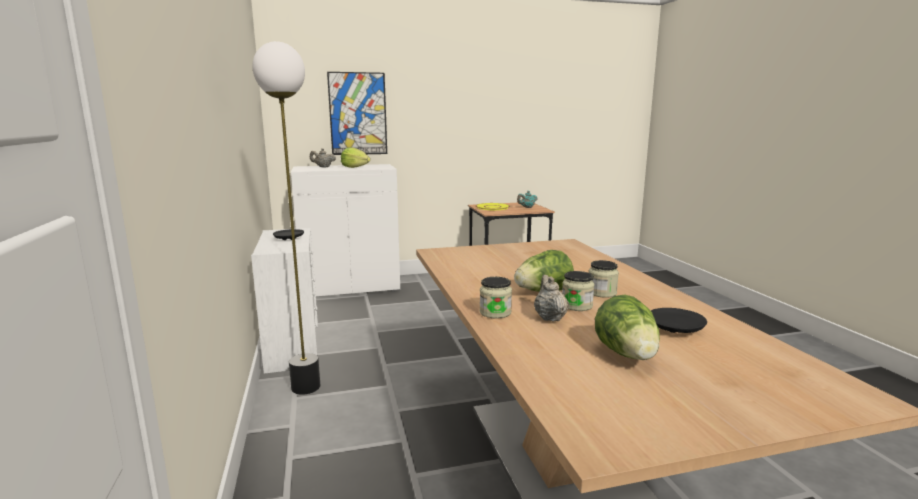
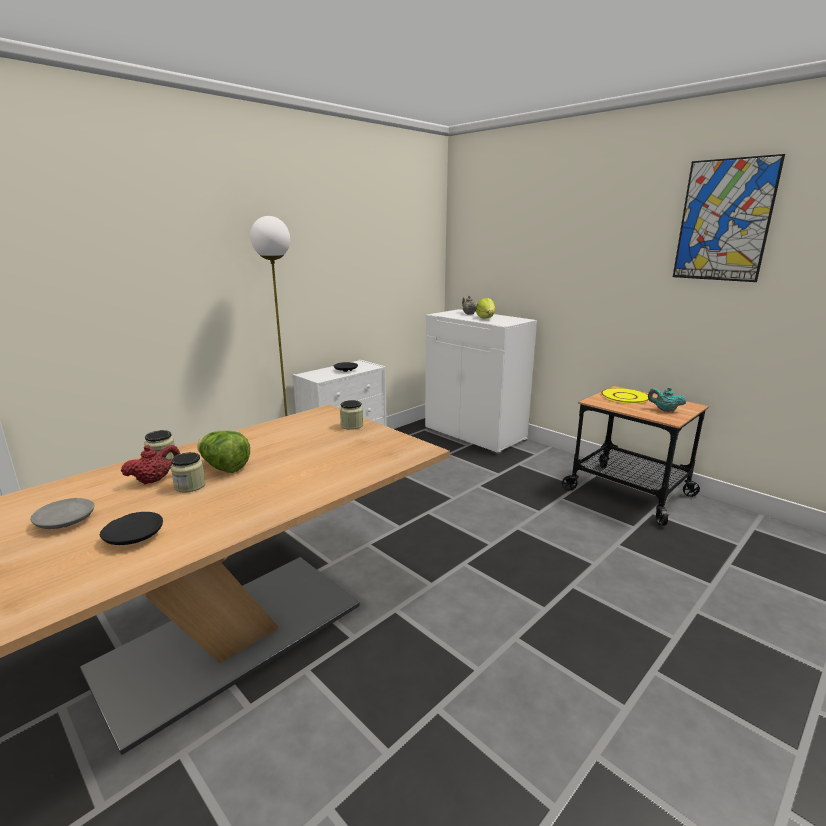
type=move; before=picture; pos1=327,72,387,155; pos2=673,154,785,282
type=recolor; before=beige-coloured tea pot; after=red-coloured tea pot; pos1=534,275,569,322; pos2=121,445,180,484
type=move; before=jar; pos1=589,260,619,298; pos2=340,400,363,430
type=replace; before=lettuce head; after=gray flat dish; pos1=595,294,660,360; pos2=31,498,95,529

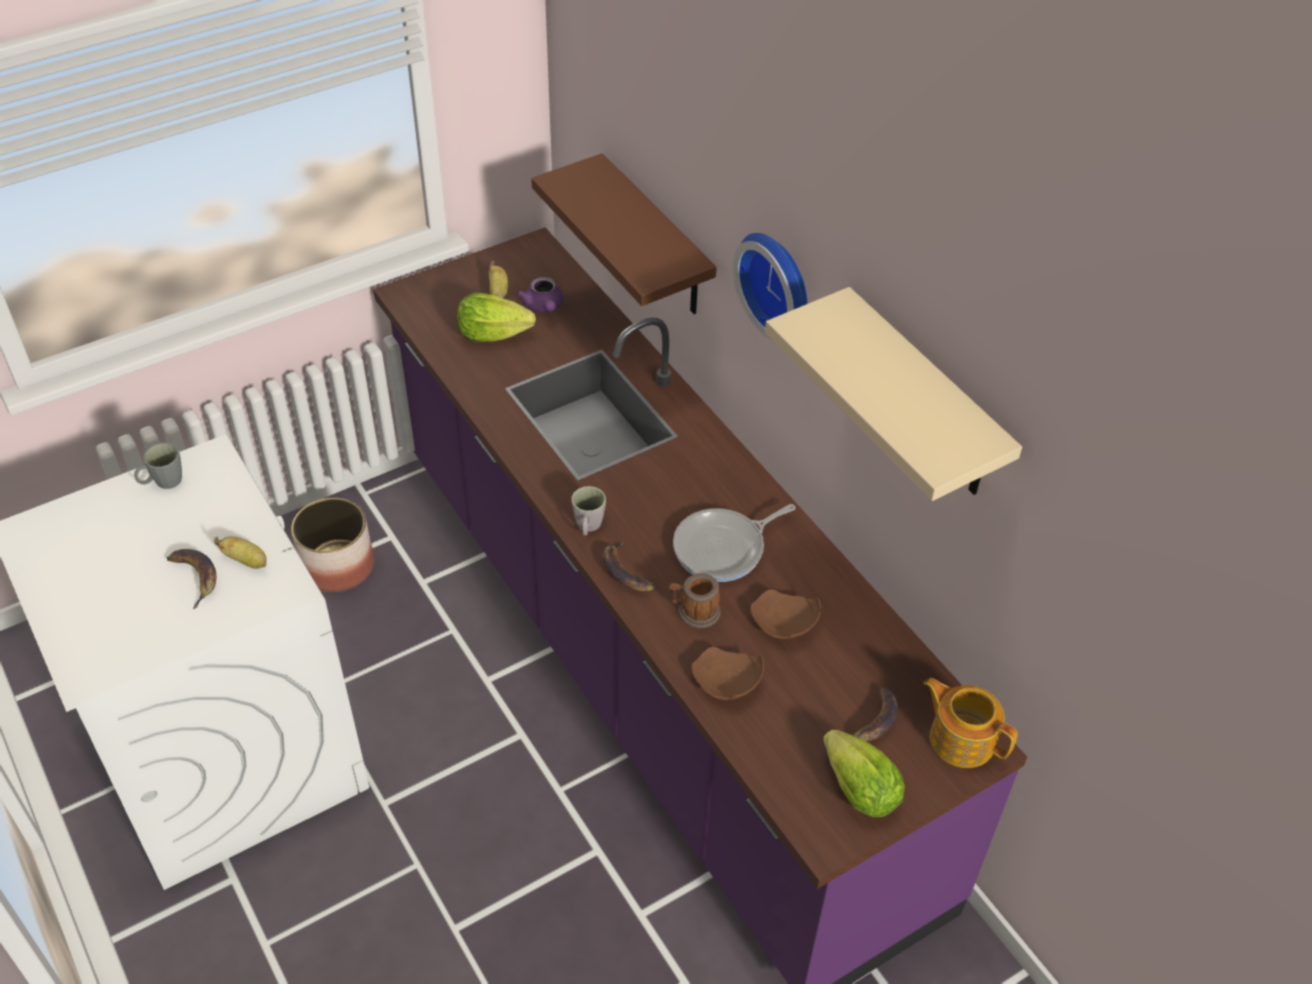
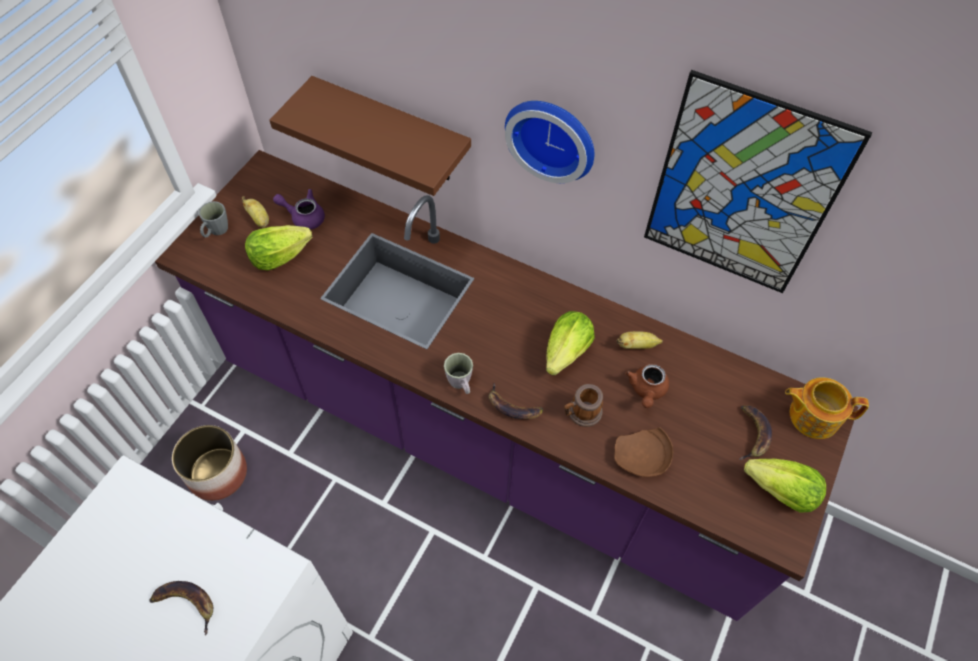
type=move; before=gray tea mug; pos1=134,443,182,489; pos2=199,201,228,237
type=move; before=whole banana; pos1=214,536,267,569; pos2=617,331,663,349
type=rotate; before=purple tea pot; pos1=517,277,563,313; pos2=273,189,325,230; turn=150
type=replace; before=pan; after=lettuce head; pos1=673,504,796,582; pos2=546,311,595,375
type=replace; before=brown flat dish; after=brown tea pot; pos1=750,589,821,639; pos2=625,364,669,408
type=replace; before=beige-coloured shelf; after=picture; pos1=765,287,1022,501; pos2=644,70,873,293

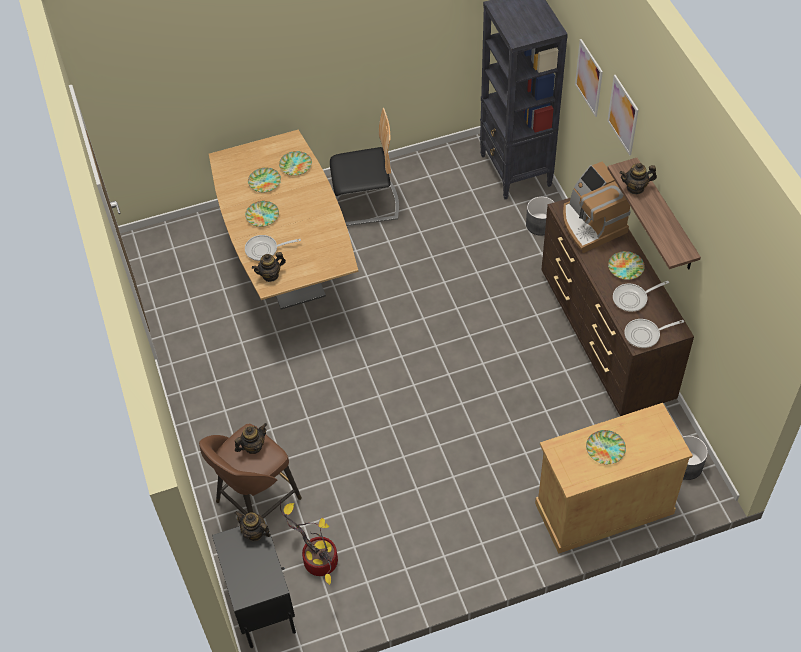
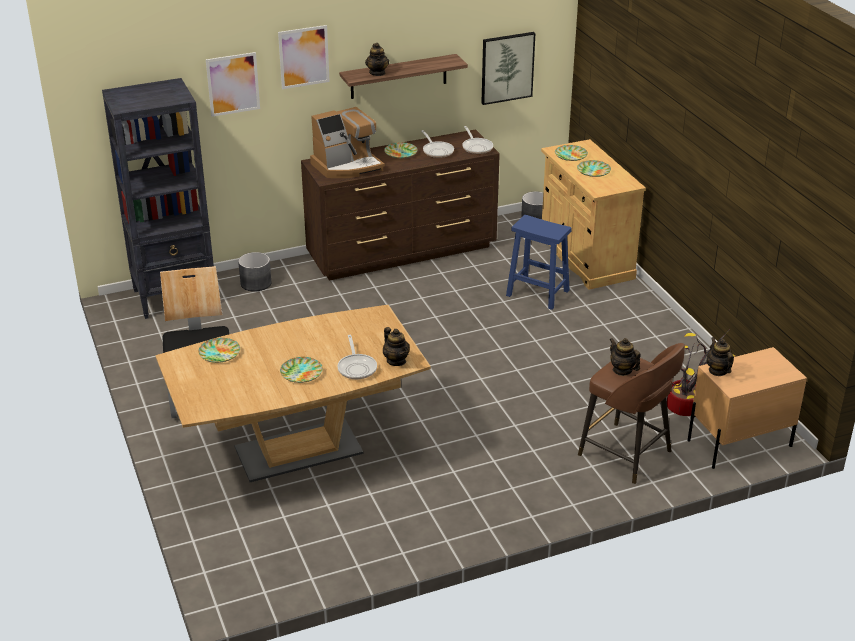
type=recolor; before=black-coloured nightstand; after=beige-coloured nightstand; pos1=212,518,296,648; pos2=687,347,807,469
type=rotate; before=tea pot; pos1=235,511,271,541; pos2=706,337,734,376; turn=135
type=move; before=flat dish; pos1=248,168,281,192; pos2=555,145,588,161
type=insert; after=picture; pos2=482,32,535,105
type=insert; after=blue sitting stool; pos2=506,215,572,310

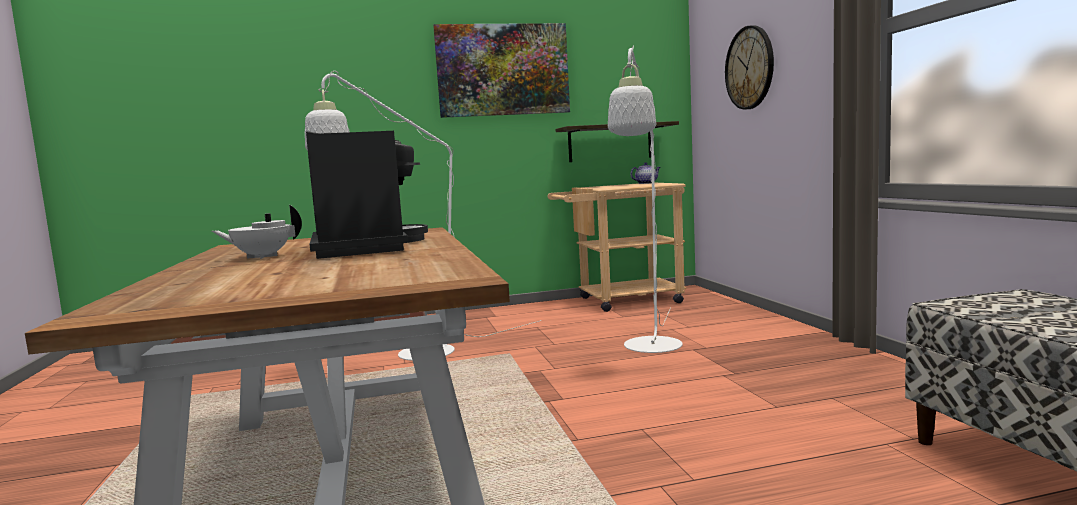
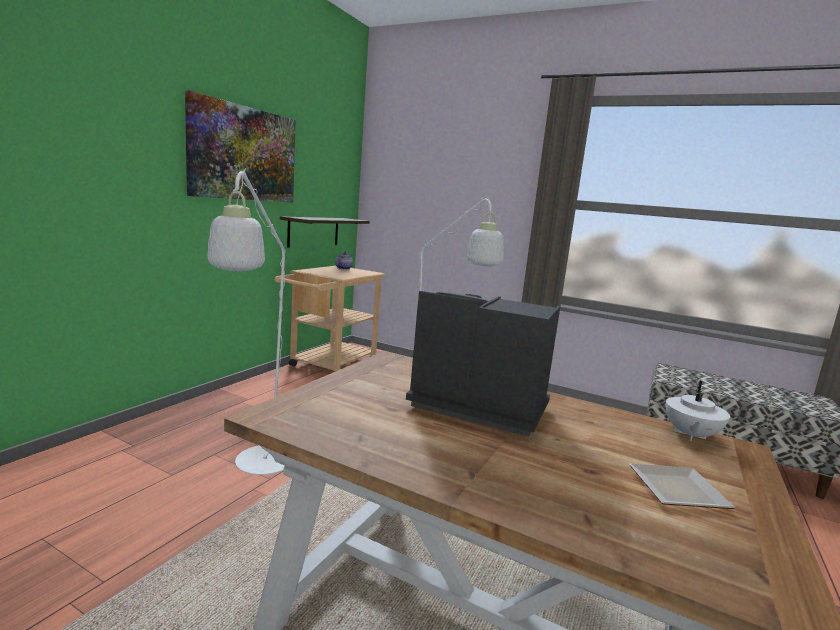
type=move; before=white-coloured tea pot; pos1=212,205,302,259; pos2=666,380,730,441
type=delete; before=hanging clock; pos1=725,26,774,109
type=insert; after=flat dish; pos2=630,464,735,509

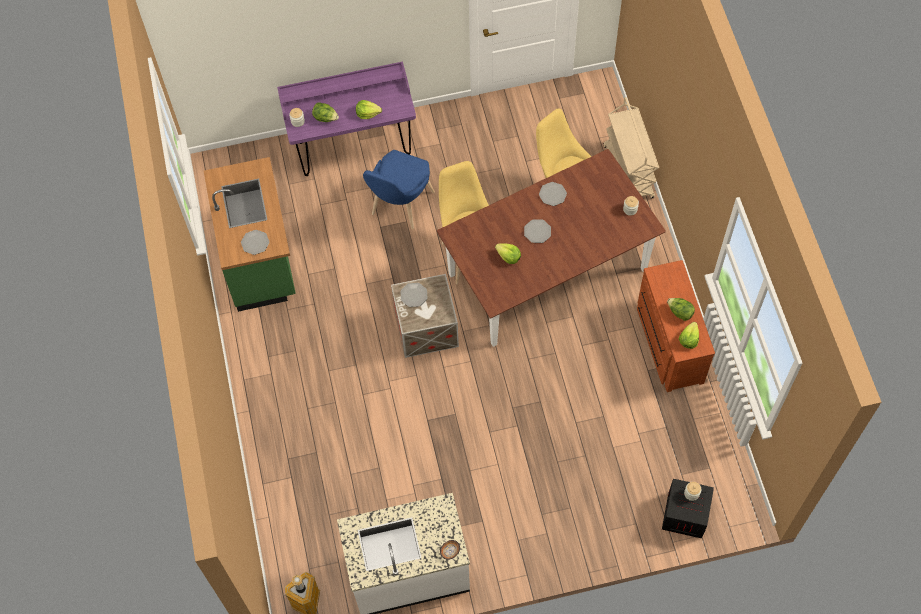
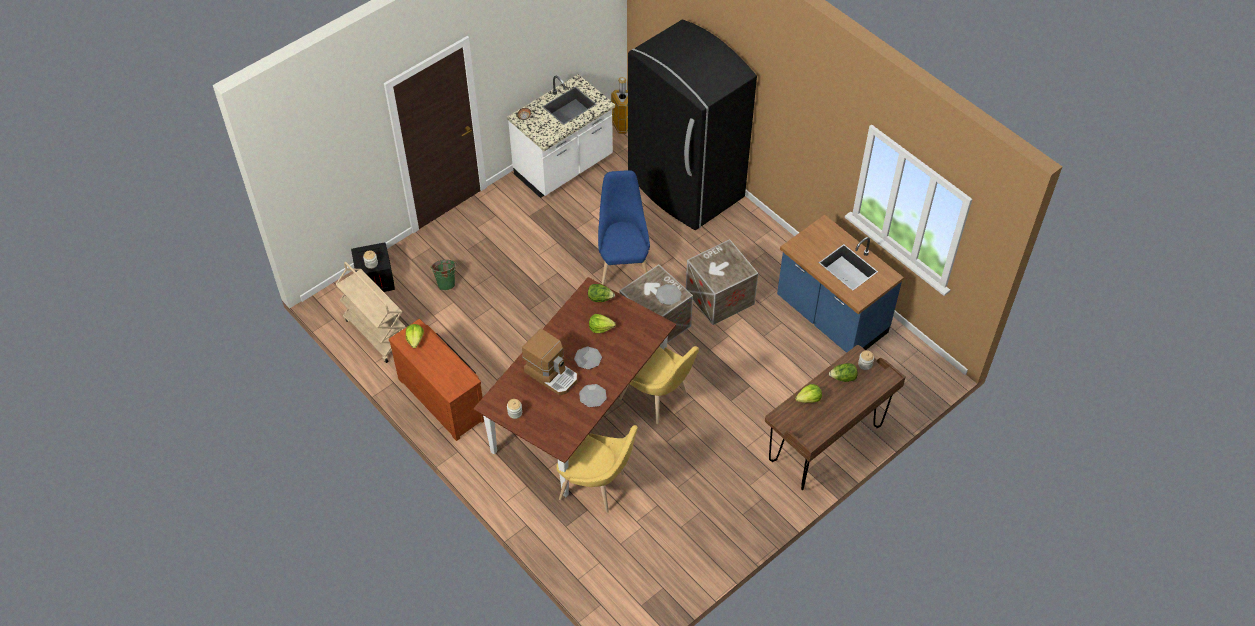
type=recolor; before=green-coloured kitchen base unit; after=blue kitchen base unit; pos1=204,157,296,312; pos2=777,215,904,353
type=delete; before=flat dish; pos1=241,230,270,255
type=recolor; before=purple desk; after=brown desk; pos1=277,61,416,176; pos2=765,345,906,490
type=move; before=blue upright chair; pos1=363,150,435,229; pos2=598,170,650,285
type=move; before=beige-coloured cart; pos1=604,97,659,199; pos2=336,262,406,363
type=move; before=lettuce head; pos1=667,298,695,321; pos2=588,284,615,302
type=insert; after=green-coloured pail; pos2=430,260,456,291
type=insert; after=coffee brewer; pos2=522,329,577,395
type=insert; after=black-coloured fridge; pos2=628,20,757,230
type=insert; after=packing crate; pos2=686,239,758,325

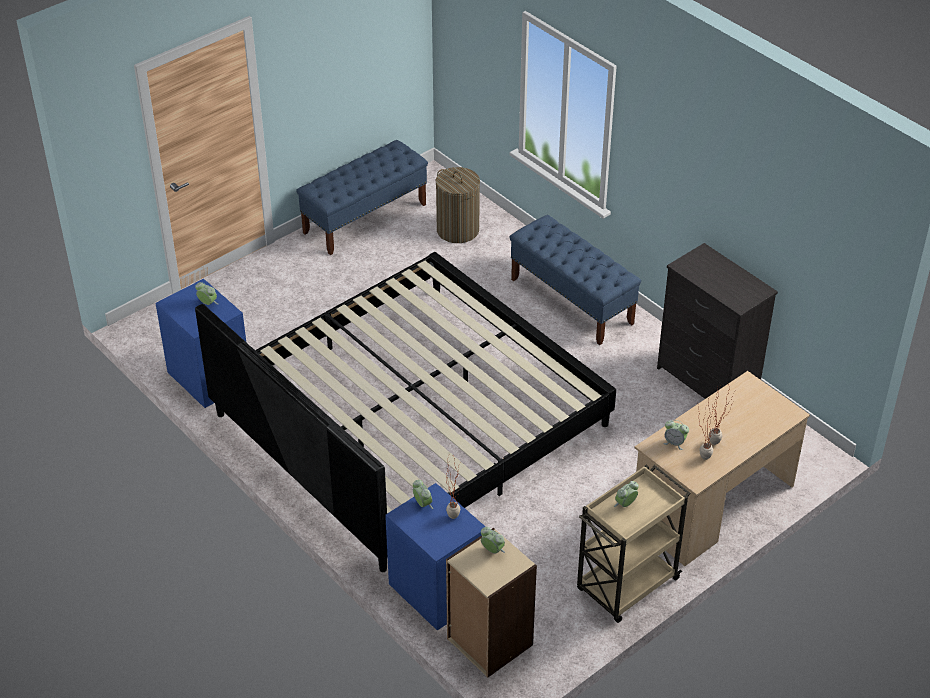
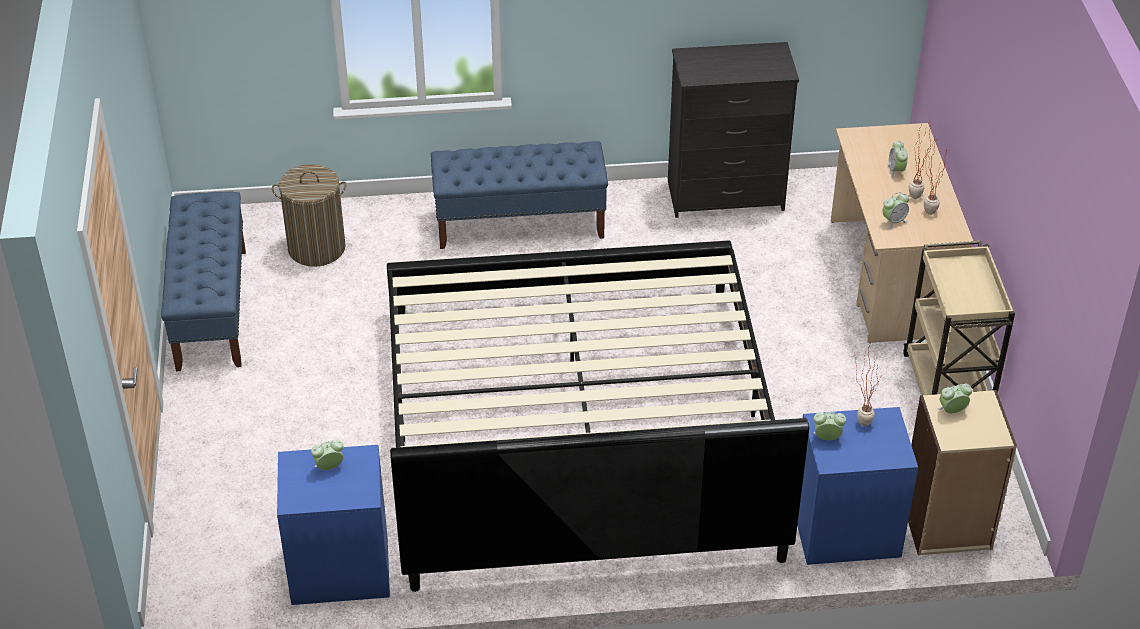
type=move; before=bedside clock; pos1=614,481,639,507; pos2=887,141,908,178

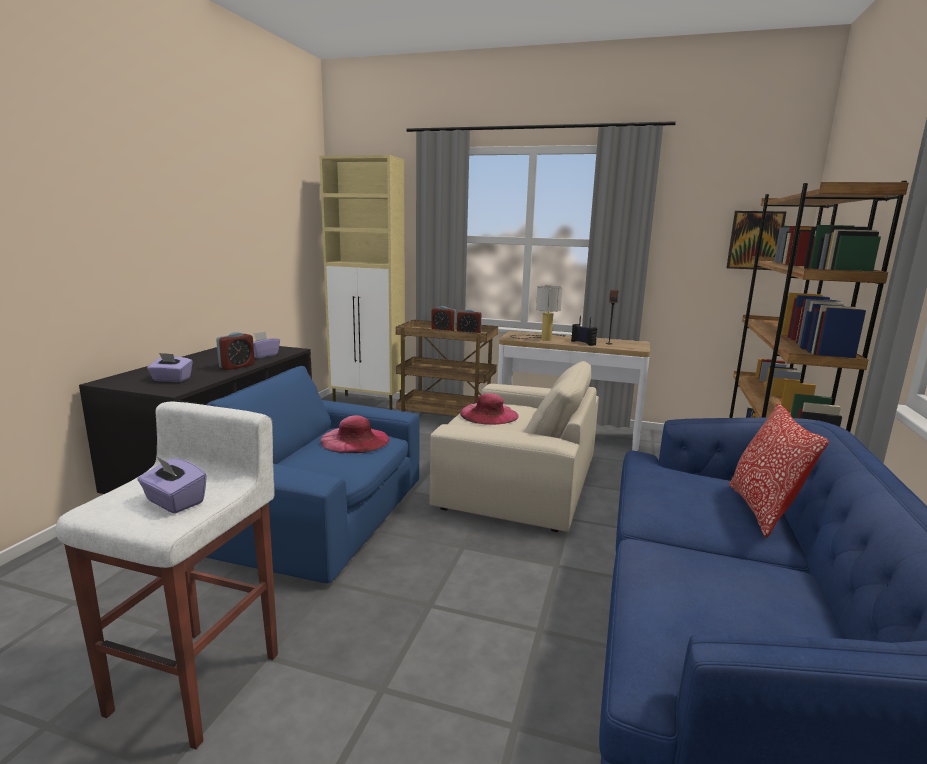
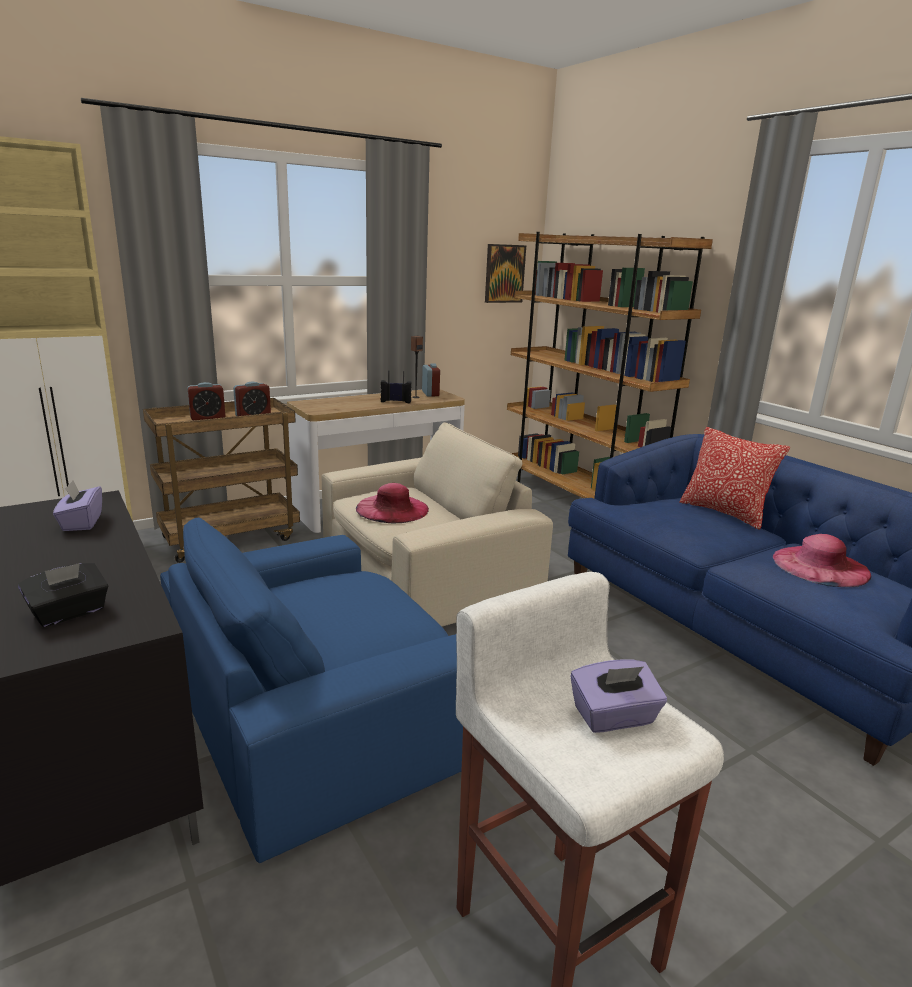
type=recolor; before=purple tissue holder; after=black-coloured tissue holder; pos1=147,353,193,382; pos2=18,563,109,627
type=move; before=bedside clock; pos1=216,332,255,370; pos2=422,364,440,396
type=move; before=pinkish clothing hat; pos1=320,415,389,453; pos2=773,534,871,587
type=delete; before=tabletop lamp; pos1=510,286,565,341

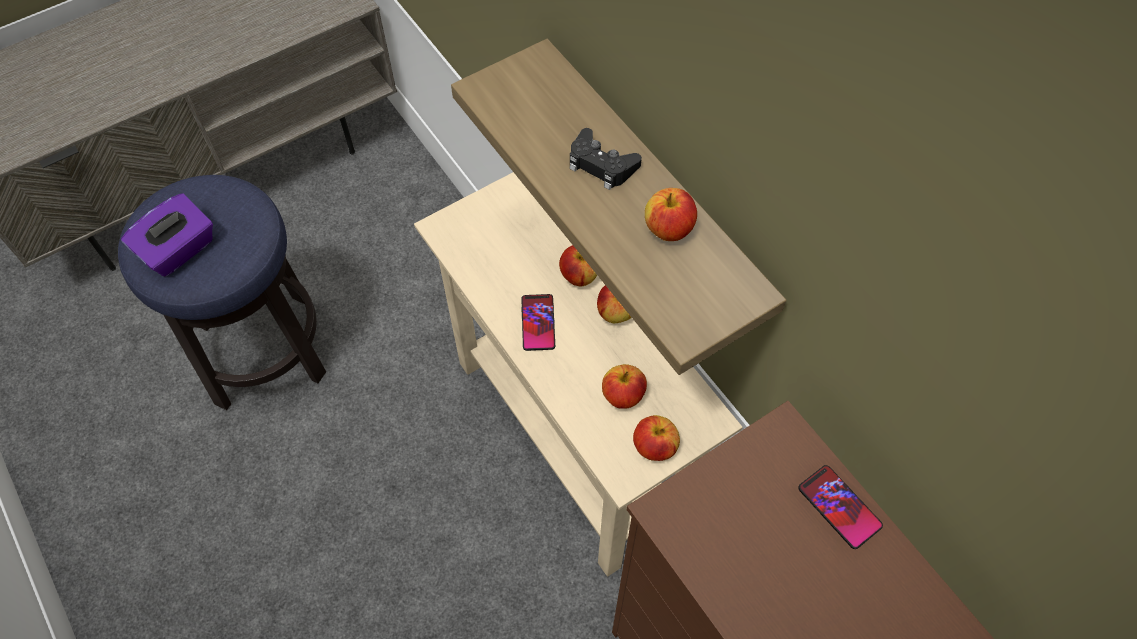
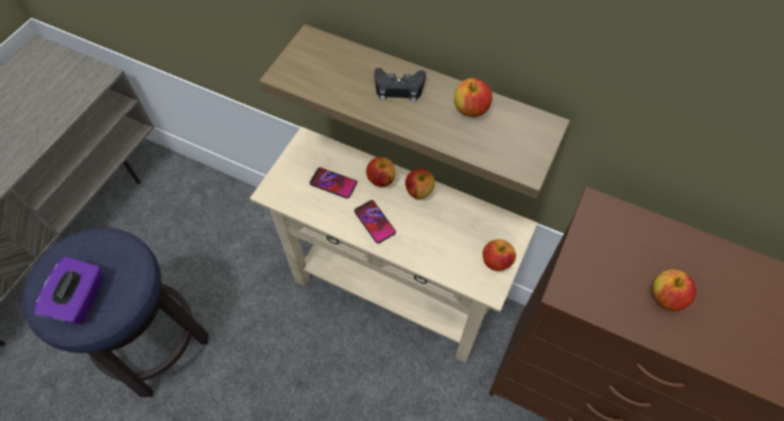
type=move; before=whole apple; pos1=602,364,647,409; pos2=652,269,696,311
type=move; before=phone; pos1=798,465,883,549; pos2=309,167,357,199

